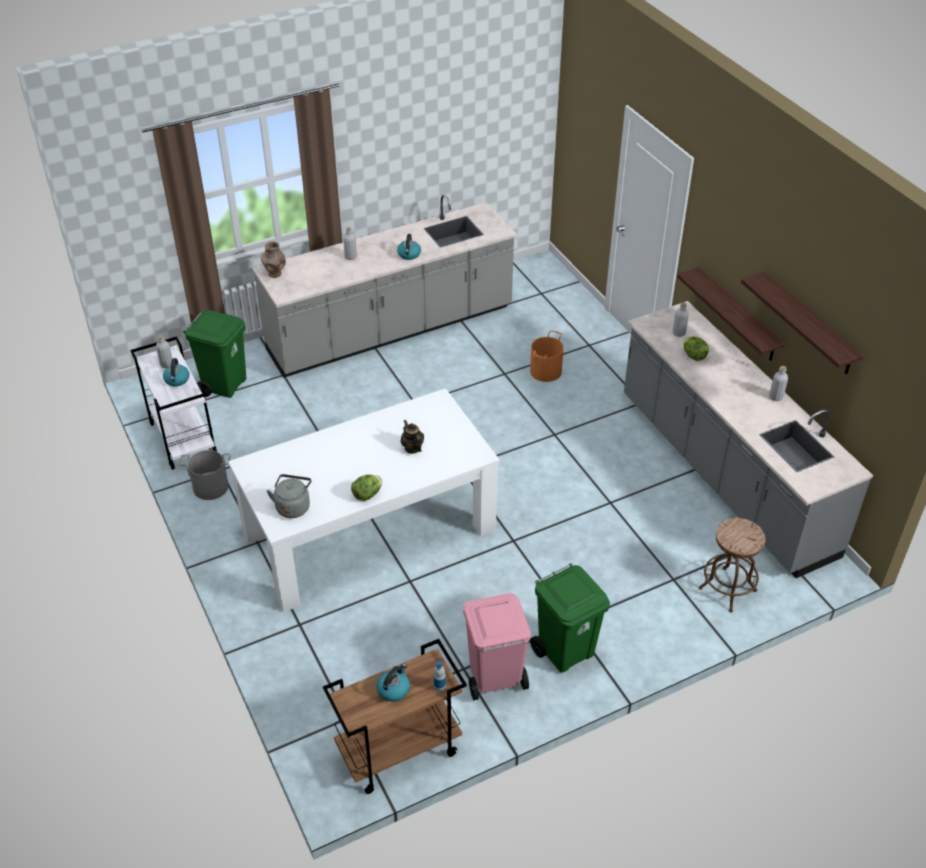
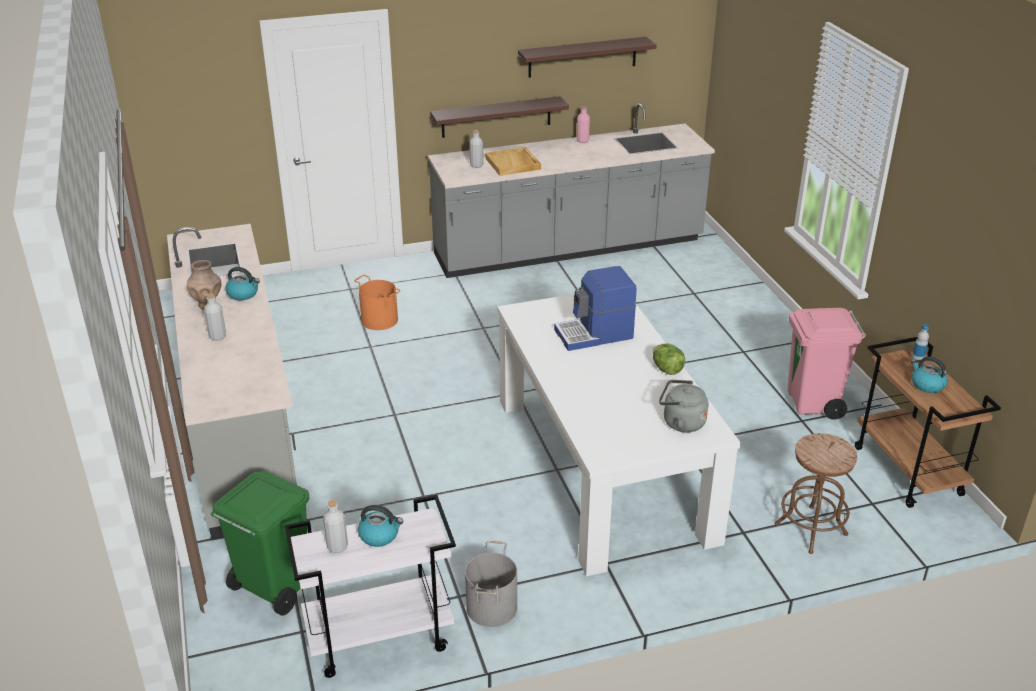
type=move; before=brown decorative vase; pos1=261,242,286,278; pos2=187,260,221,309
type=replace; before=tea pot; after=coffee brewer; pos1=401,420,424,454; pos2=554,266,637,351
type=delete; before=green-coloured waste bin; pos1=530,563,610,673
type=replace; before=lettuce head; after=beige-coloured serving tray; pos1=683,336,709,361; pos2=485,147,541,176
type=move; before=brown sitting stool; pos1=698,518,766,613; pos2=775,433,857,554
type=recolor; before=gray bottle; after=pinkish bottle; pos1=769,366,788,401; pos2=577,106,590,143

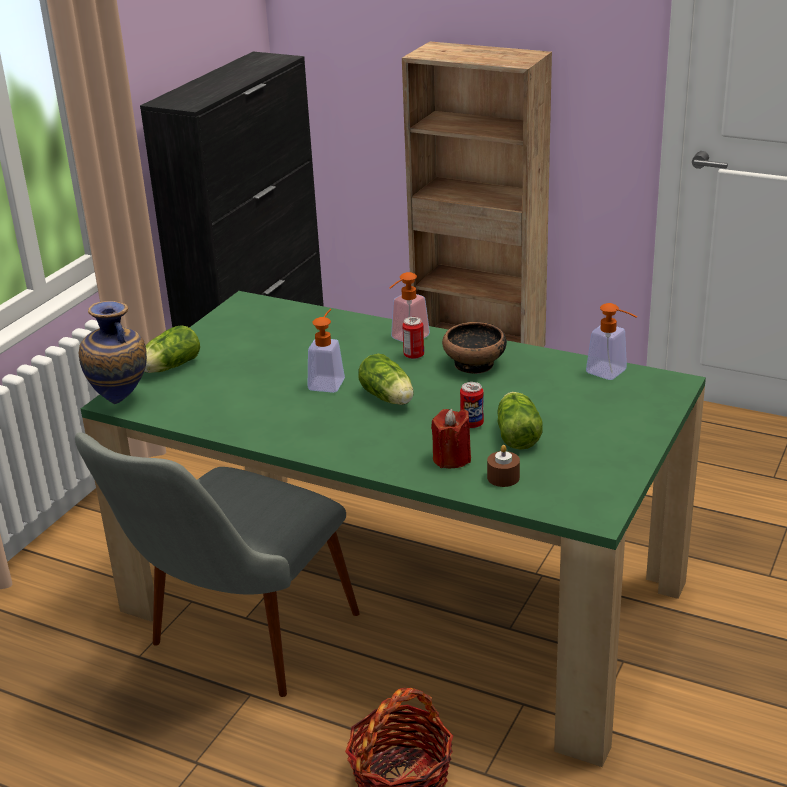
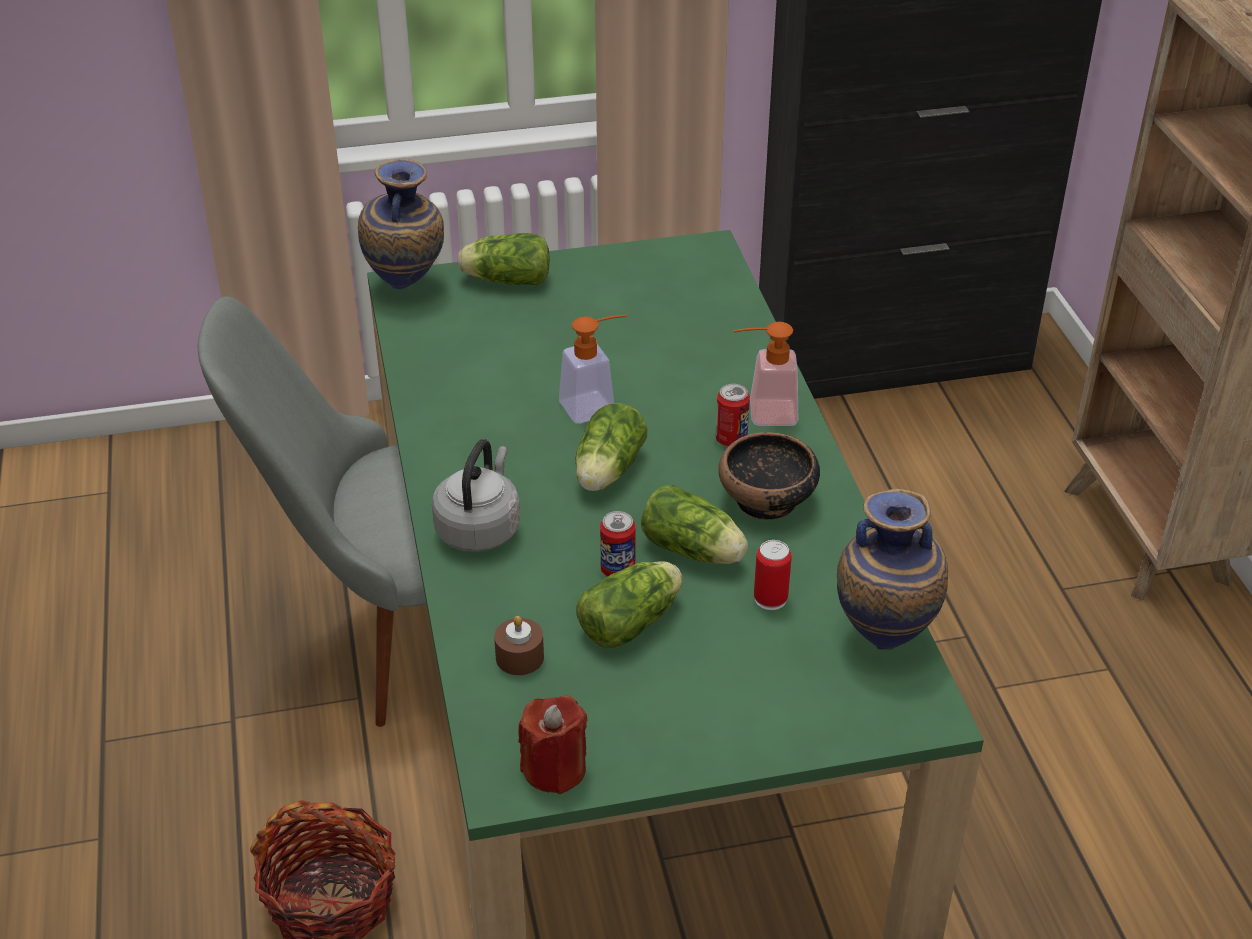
type=move; before=red-coloured wax candle; pos1=431,409,471,468; pos2=519,696,587,794
type=replace; before=liquid soap bottle; after=decorative vase; pos1=586,303,637,380; pos2=837,489,948,650
type=insert; after=gray kettle; pos2=432,439,520,552
type=insert; after=lettuce head; pos2=641,485,748,564
type=insert; after=can; pos2=754,540,792,610

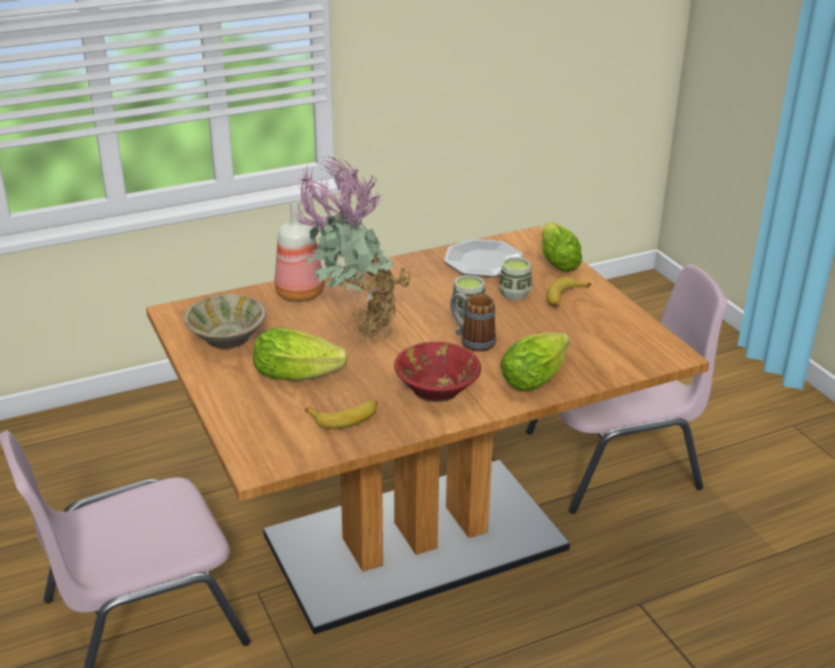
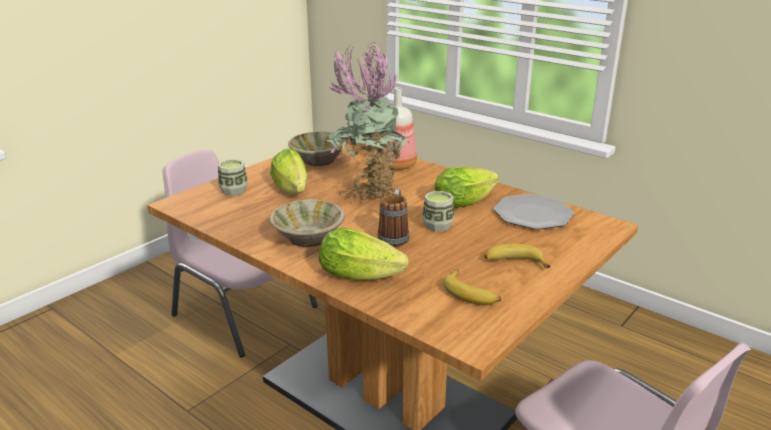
type=move; before=whole banana; pos1=305,400,378,429; pos2=443,269,501,305
type=recolor; before=red-coloured bowl; after=beige-coloured bowl; pos1=394,342,481,402; pos2=270,199,345,247
type=move; before=small cup; pos1=499,257,532,300; pos2=218,159,248,196
type=move; before=lettuce head; pos1=542,221,582,272; pos2=434,167,499,208

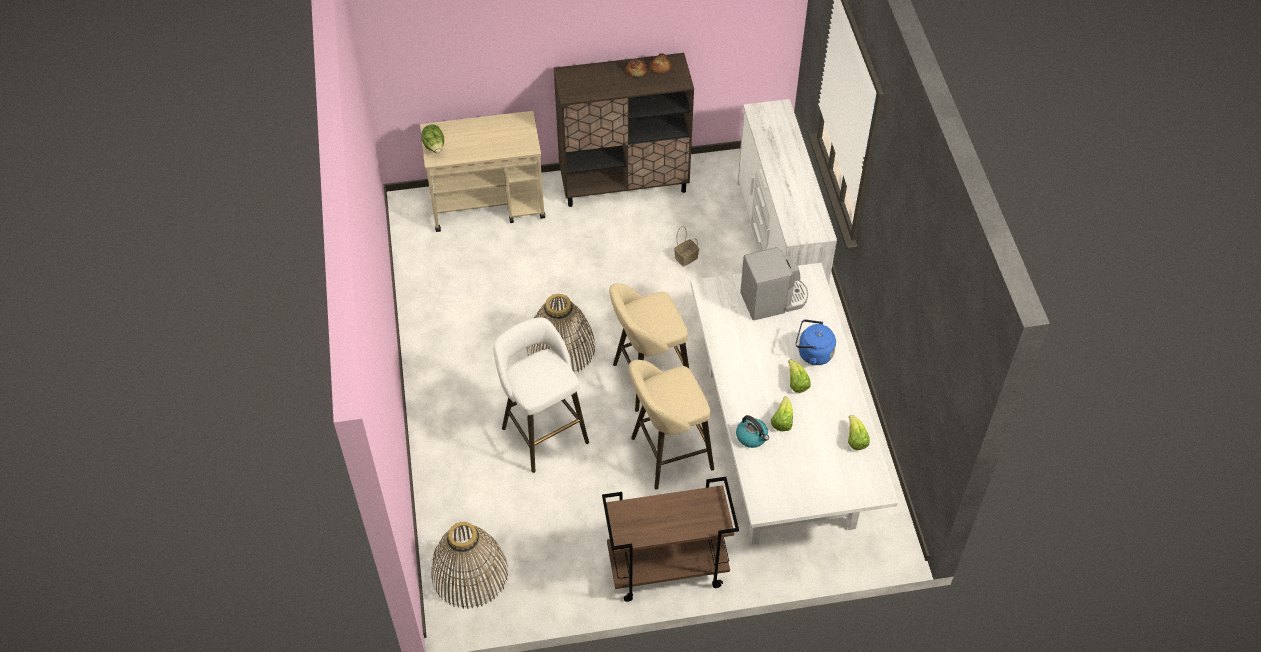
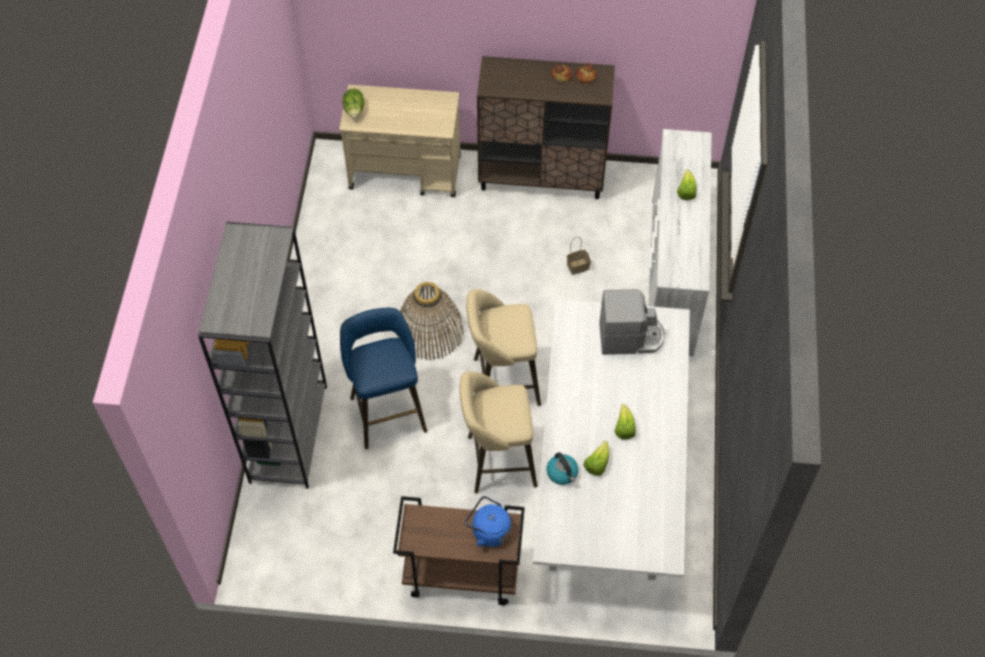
type=delete; before=household basket; pos1=431,522,508,609
type=recolor; before=white-coloured sitting stool; after=blue sitting stool; pos1=493,317,589,473; pos2=340,308,427,449
type=move; before=blue kettle; pos1=796,319,836,365; pos2=465,496,511,547
type=move; before=lettuce head; pos1=848,415,870,450; pos2=677,170,697,200
type=insert; after=gray bookshelf; pos2=198,222,327,489

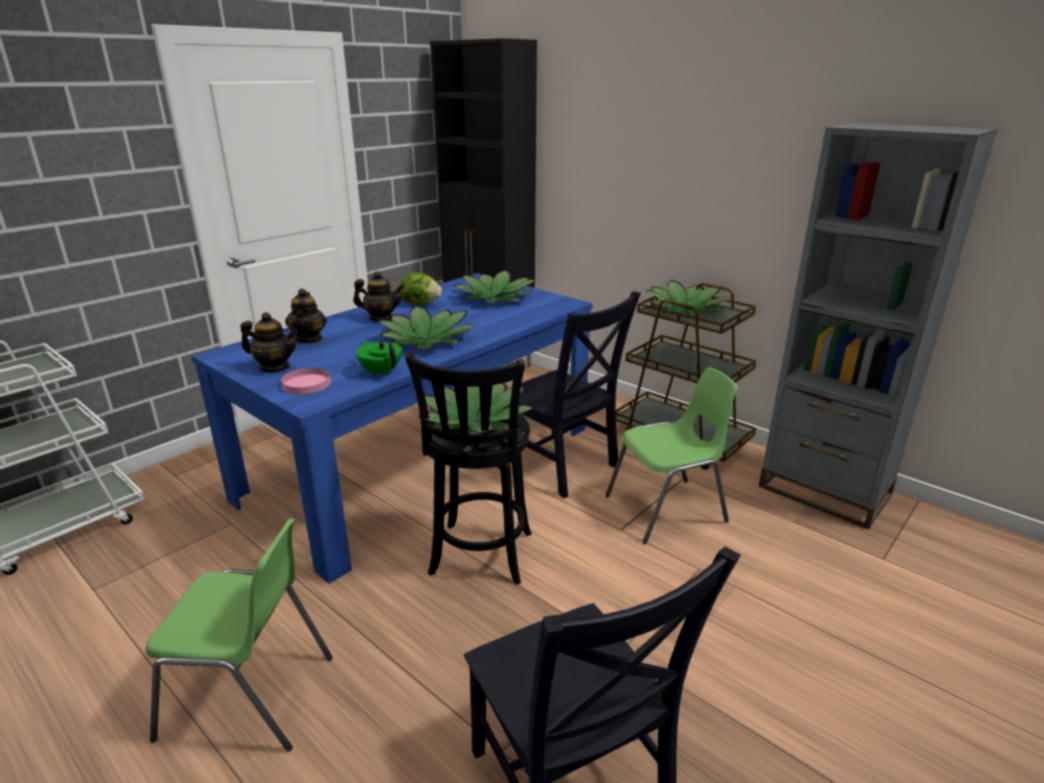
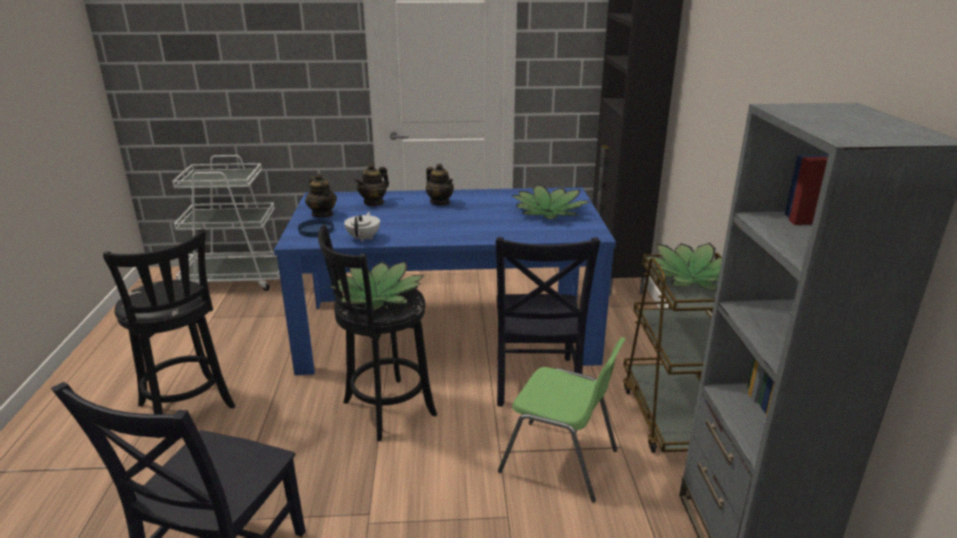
type=replace; before=green-coloured upright chair; after=black-coloured sitting stool; pos1=146,518,333,752; pos2=103,228,235,414
type=recolor; before=pinkish flat dish; after=blue flat dish; pos1=281,368,331,394; pos2=298,219,334,237
type=recolor; before=green-coloured tea pot; after=white-coloured tea pot; pos1=356,340,402,376; pos2=344,212,380,242
type=delete; before=houseplant; pos1=377,305,476,350
type=delete; before=lettuce head; pos1=399,272,442,304

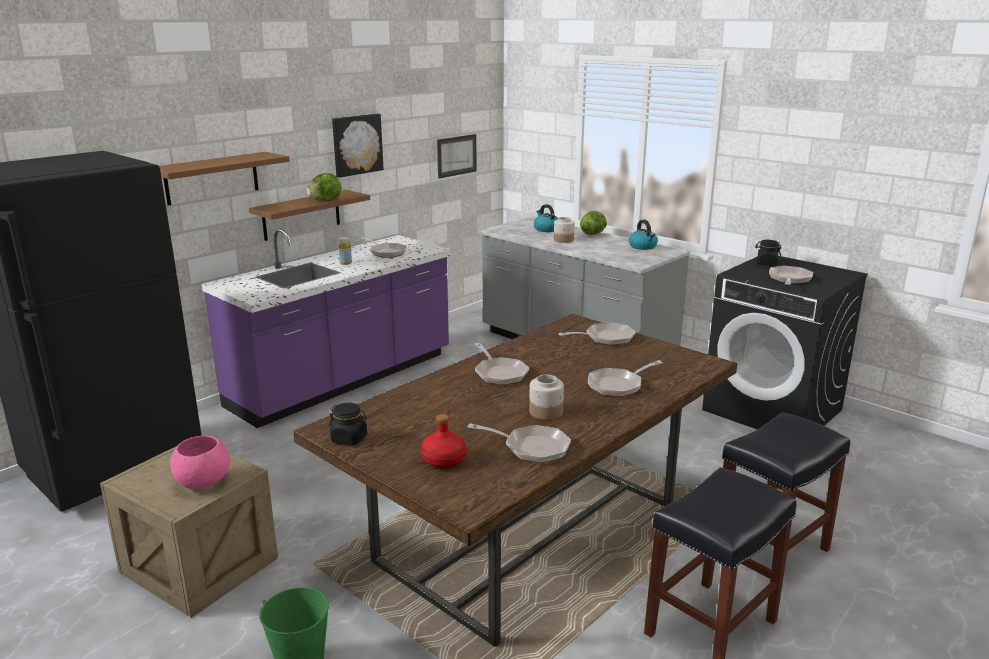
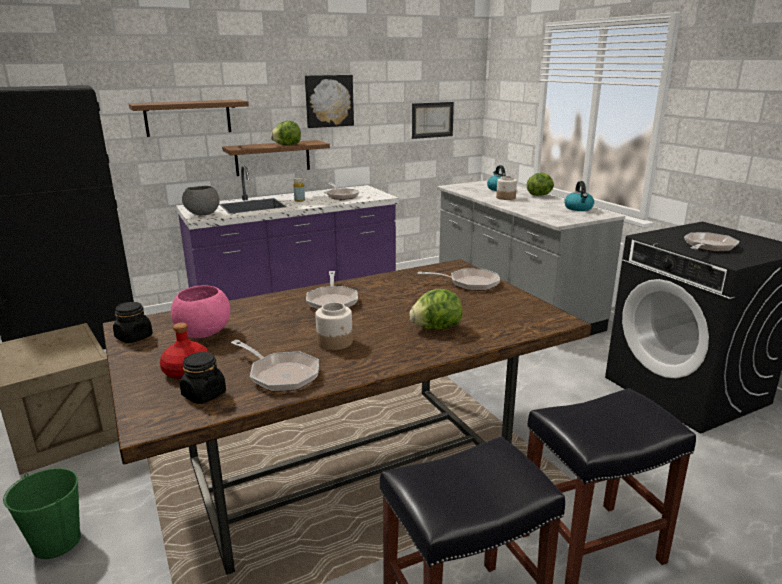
type=move; before=pinkish bowl; pos1=170,436,230,490; pos2=171,285,231,338
type=replace; before=pan; after=lettuce head; pos1=588,360,663,397; pos2=409,289,462,329
type=move; before=black-coloured jar; pos1=755,240,781,265; pos2=180,352,226,404
type=insert; after=gray bowl; pos2=182,186,220,215

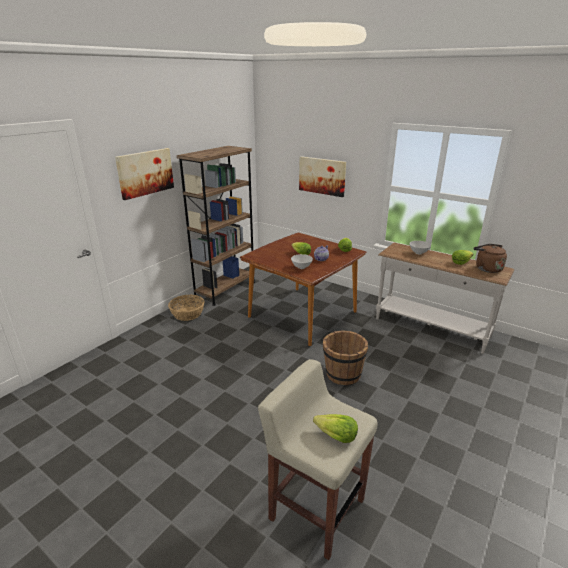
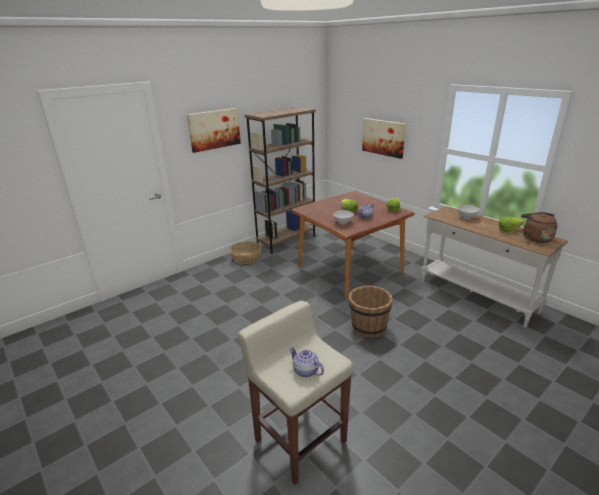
type=replace; before=lettuce head; after=tea pot; pos1=313,414,358,443; pos2=289,346,324,377

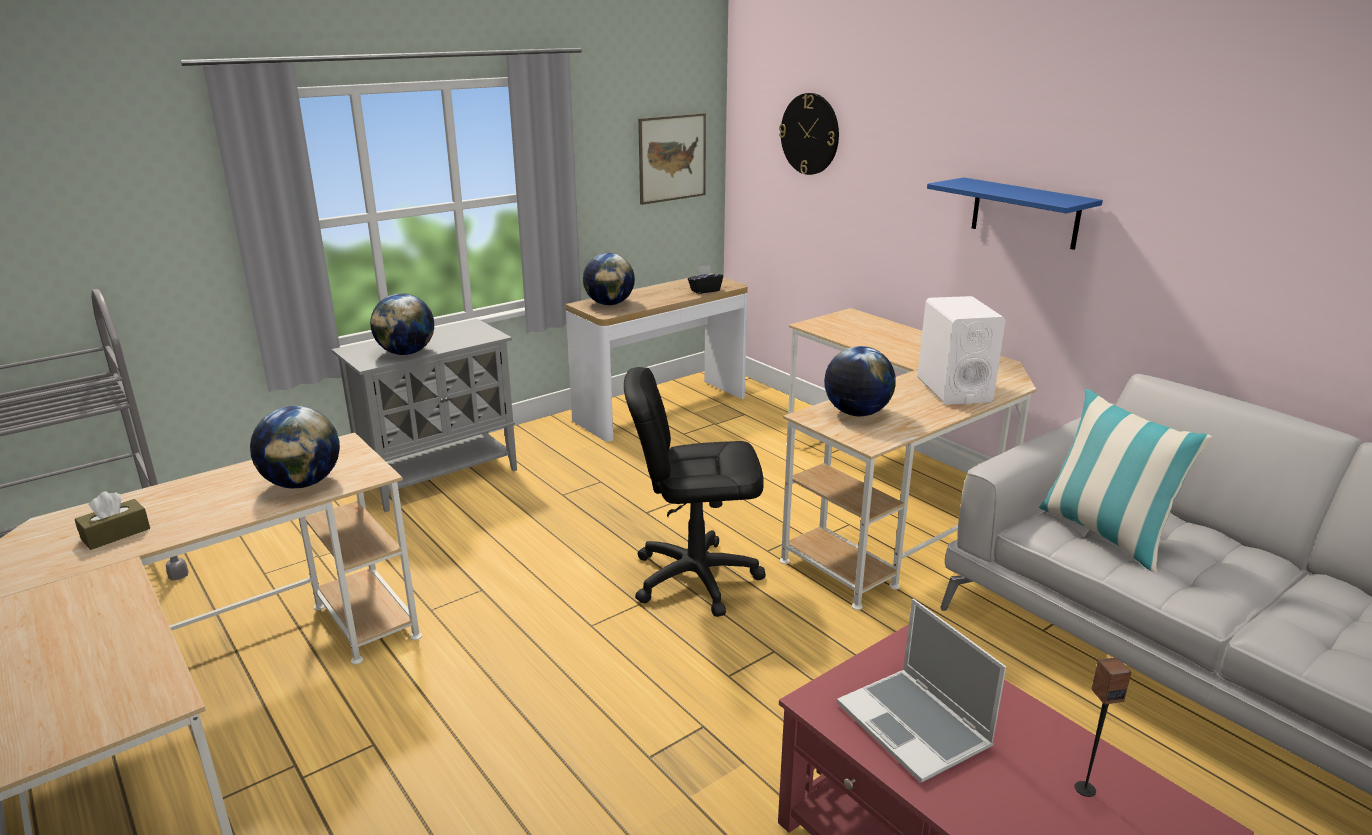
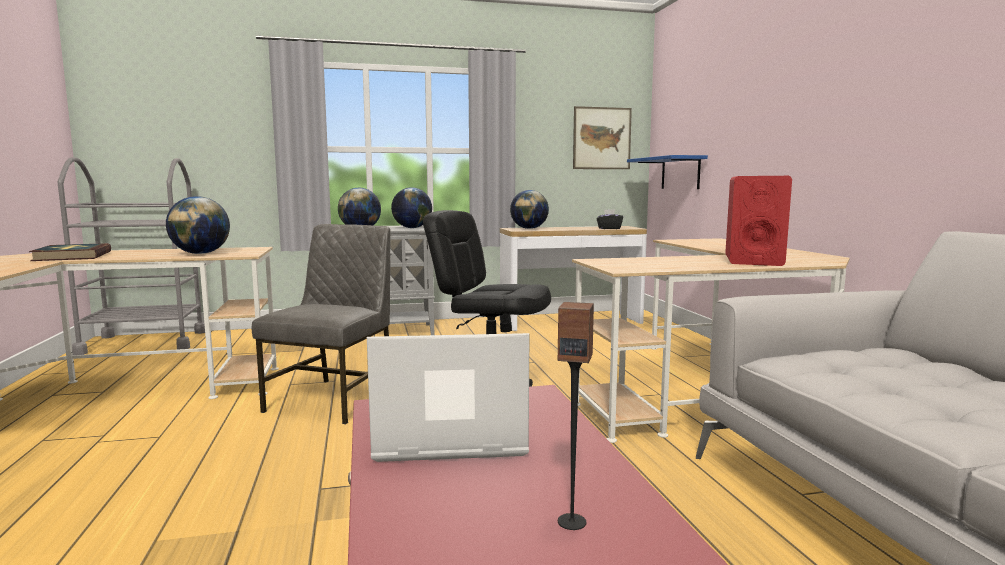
type=replace; before=brown tissue holder; after=bound book; pos1=75,491,150,550; pos2=29,243,111,261
type=delete; before=hanging clock; pos1=779,93,839,175
type=move; before=desk globe; pos1=824,346,896,416; pos2=391,187,432,228
type=rotate; before=notebook computer; pos1=837,599,1006,783; pos2=367,333,530,462; turn=90
type=recolor; before=white-coloured speaker; after=red-coloured speaker; pos1=917,296,1006,405; pos2=725,176,792,266
type=move; before=blue shelf; pos1=927,177,1103,250; pos2=627,155,708,189
type=delete; before=pillow; pos1=1039,389,1212,572
type=insert; after=gray upright chair; pos2=252,224,391,424

